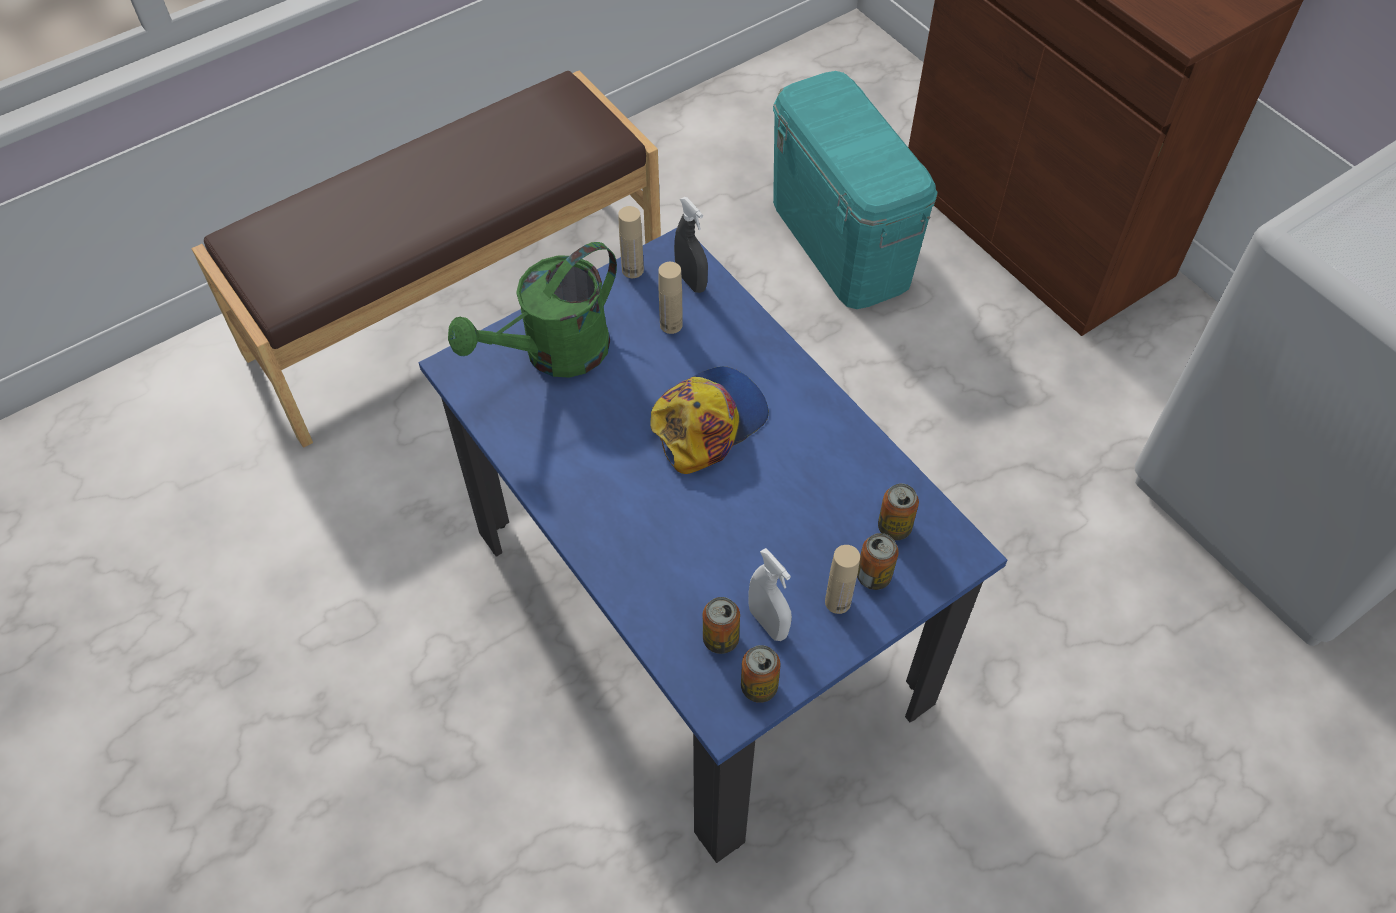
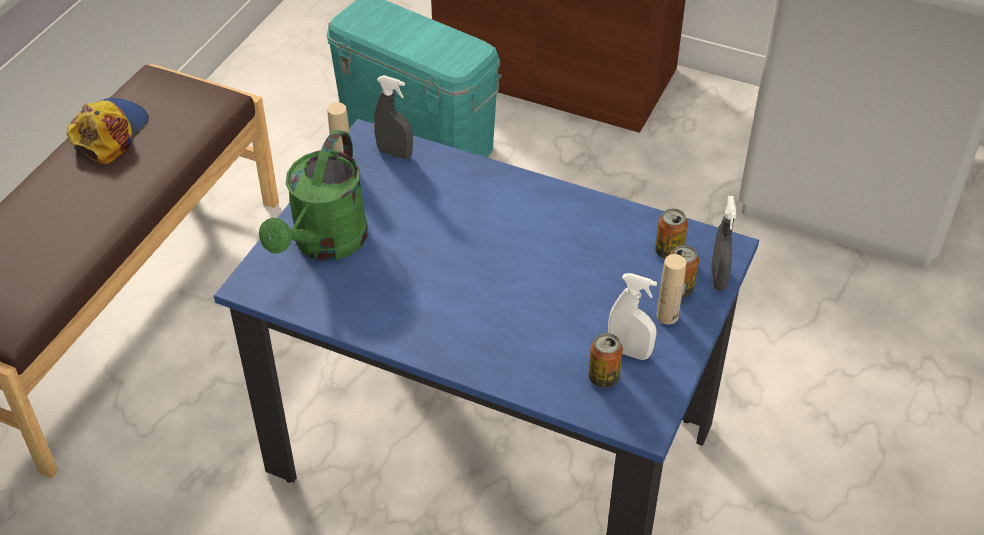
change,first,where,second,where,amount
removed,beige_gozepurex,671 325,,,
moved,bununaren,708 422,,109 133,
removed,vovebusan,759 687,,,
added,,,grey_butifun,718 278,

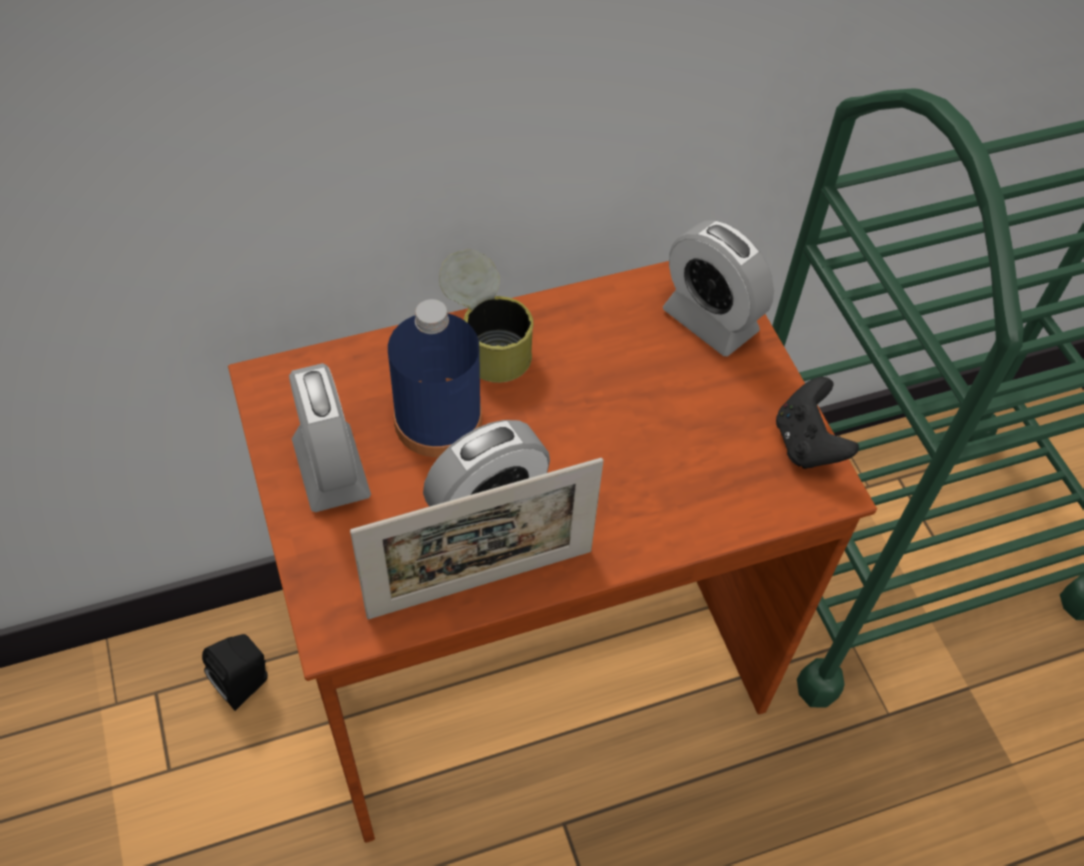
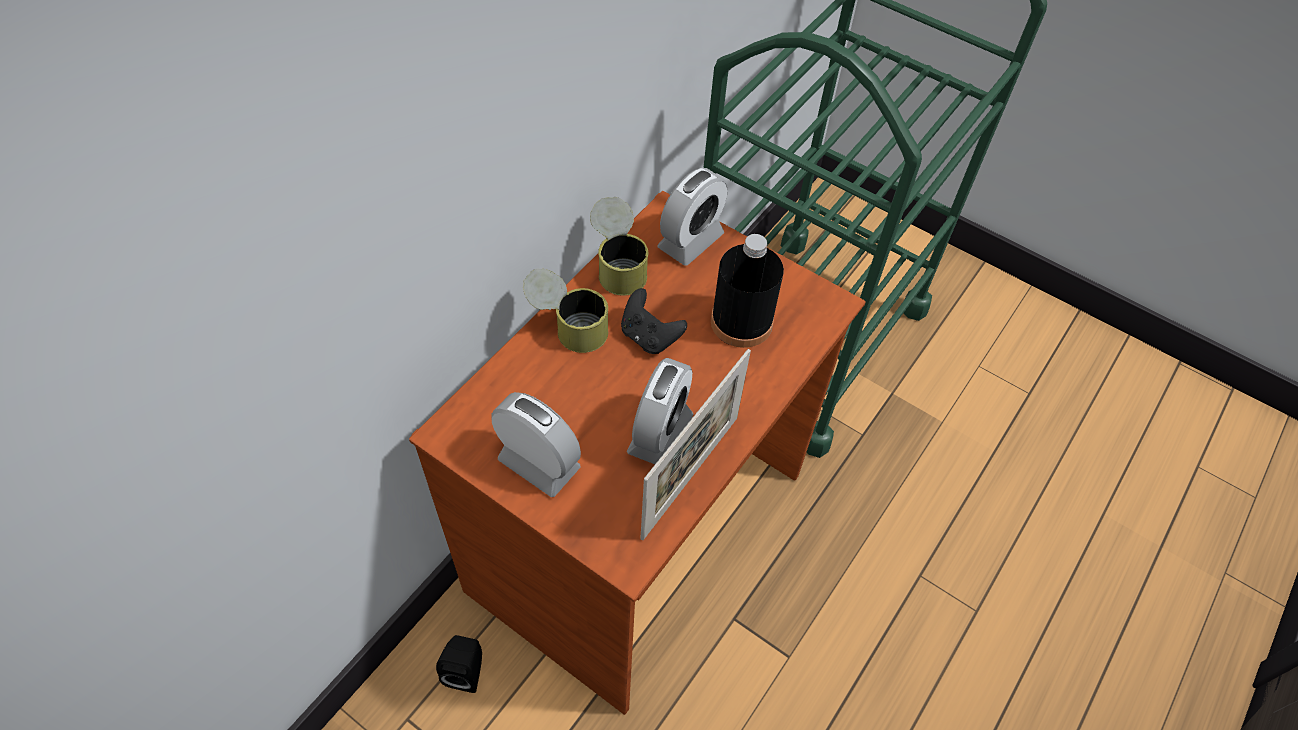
change,first,where,second,where,amount
turned,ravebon,710 321,,690 241,60 degrees counterclockwise
removed,blue_gozepurex,438 420,,,
moved,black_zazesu,807 443,,649 336,
added,,,vovebusan,618 265,
added,,,black_gozepurex,741 322,

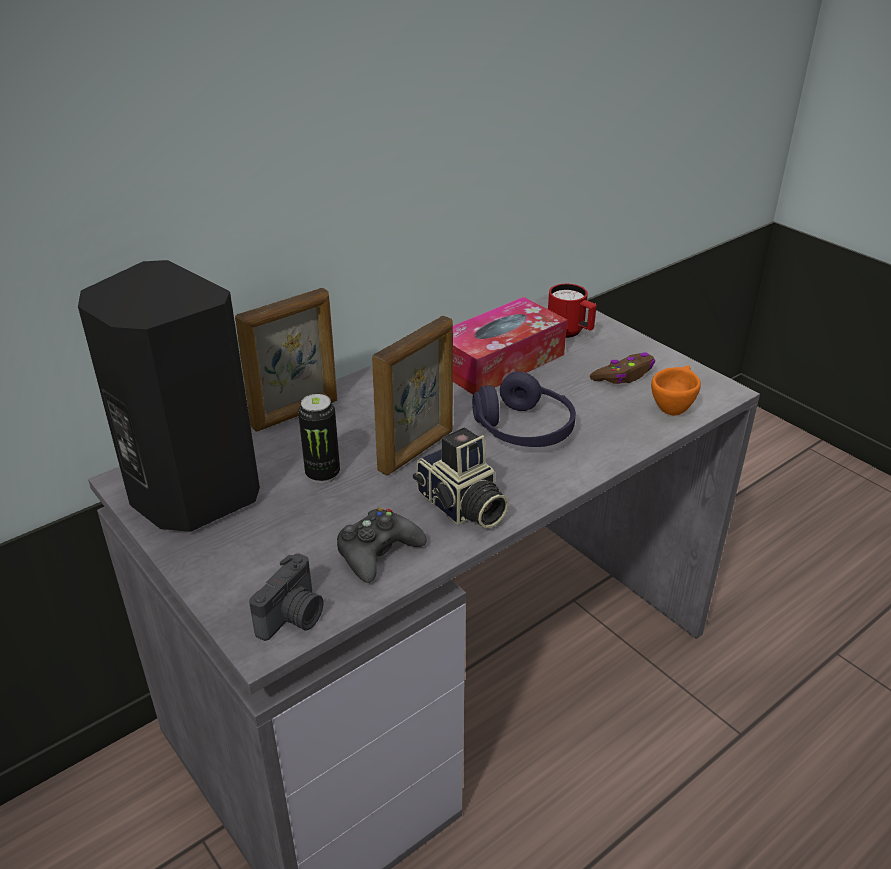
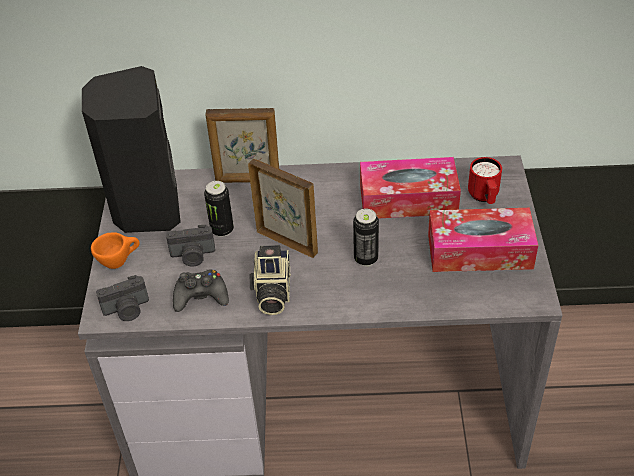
change,first,where,second,where,amount
turned,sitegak,417 451,,287 241,135 degrees counterclockwise
replaced,brown_zazesu,624 376,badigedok,479 251,
moved,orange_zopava,673 407,,119 261,
replaced,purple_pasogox,524 429,vovebusan,366 259,
added,,,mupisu,193 256,

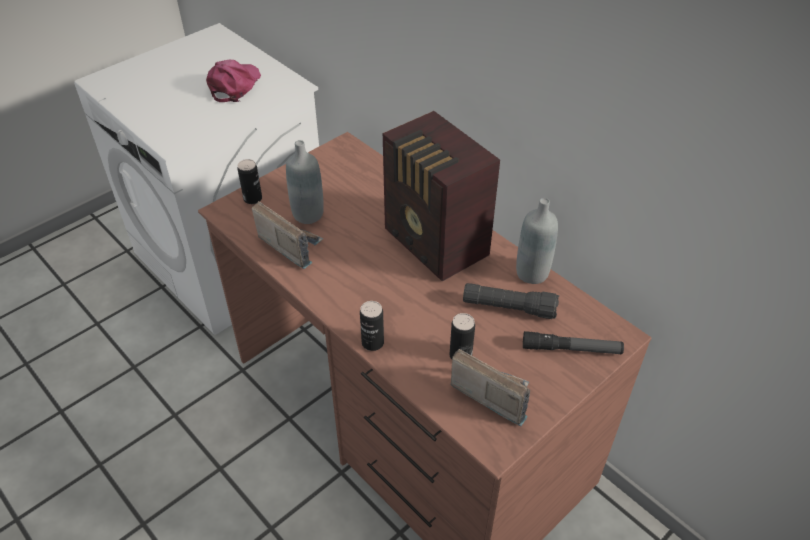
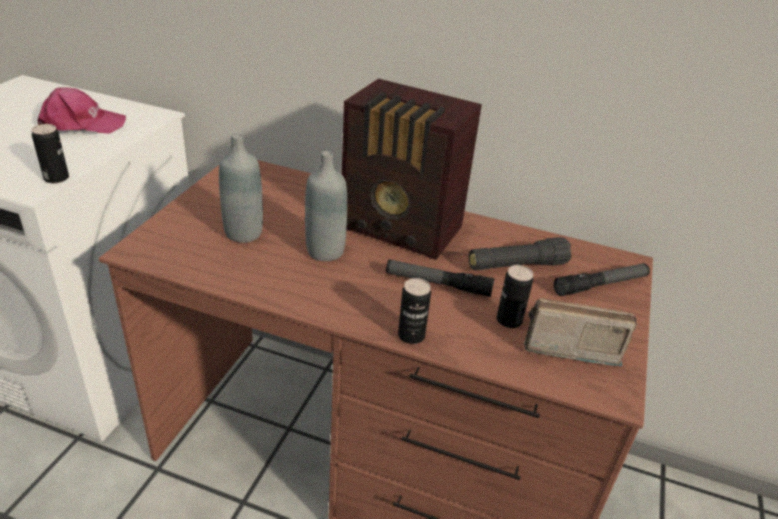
change,first,where,second,where,amount
turned,pink_bununaren,234 85,,81 124,90 degrees clockwise
moved,vovebusan,253 198,,56 178,
moved,grey_gozepurex,532 273,,325 251,
removed,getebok,290 244,,,
added,,,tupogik,438 284,

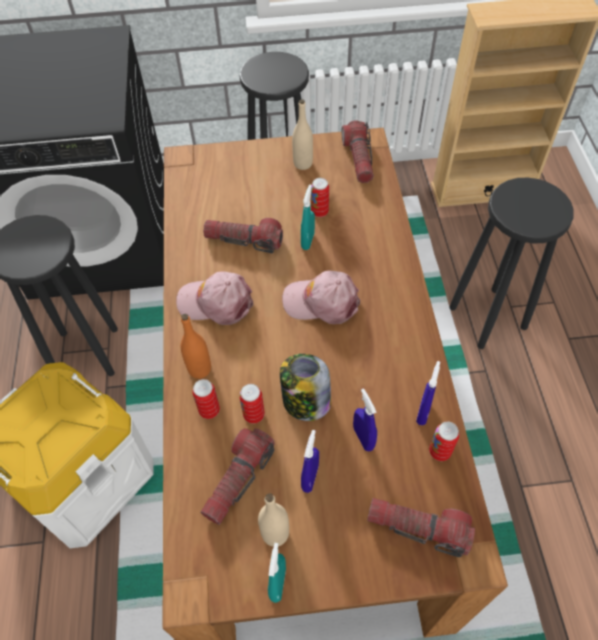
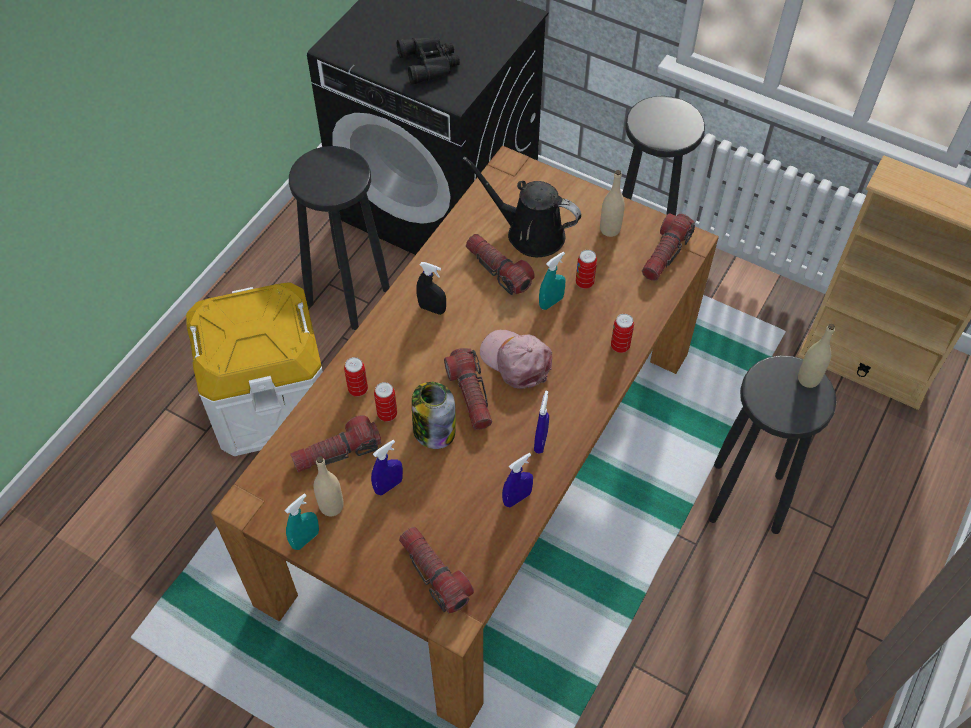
change,first,where,second,where,amount
replaced,pink_bununaren,216 302,black_butifun,432 309,
removed,orange_gozepurex,199 369,,,
moved,blue_butifun,363 438,,540 442,
moved,vovebusan,439 451,,620 346,
added,,,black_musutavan,430 63,
added,,,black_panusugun,530 233,
added,,,beige_gozepurex,808 379,
added,,,tupogik,470 395,

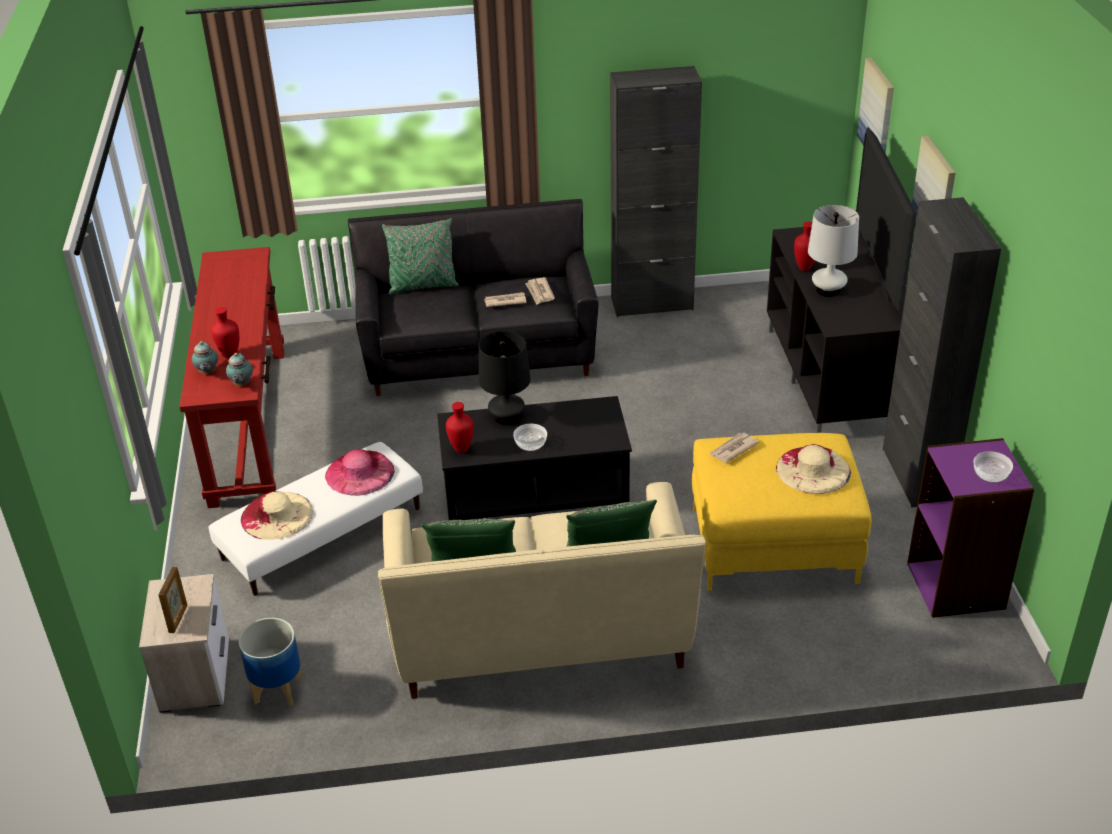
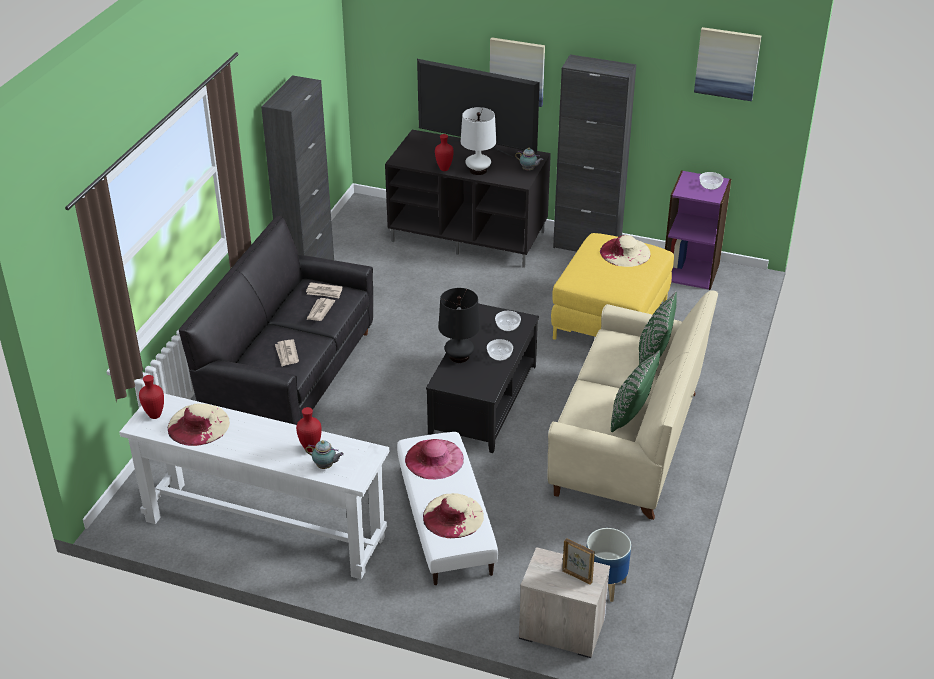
change,first,where,second,where,amount
moved,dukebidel,877 112,,727 63,
removed,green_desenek,423 286,,,
recoloured,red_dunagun,249 424,white_dunagun,264 528,
moved,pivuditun,241 384,,529 170,
moved,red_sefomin,461 449,,154 415,
moved,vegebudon,733 449,,287 354,
added,,,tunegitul,508 326,
added,,,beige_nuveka,198 424,

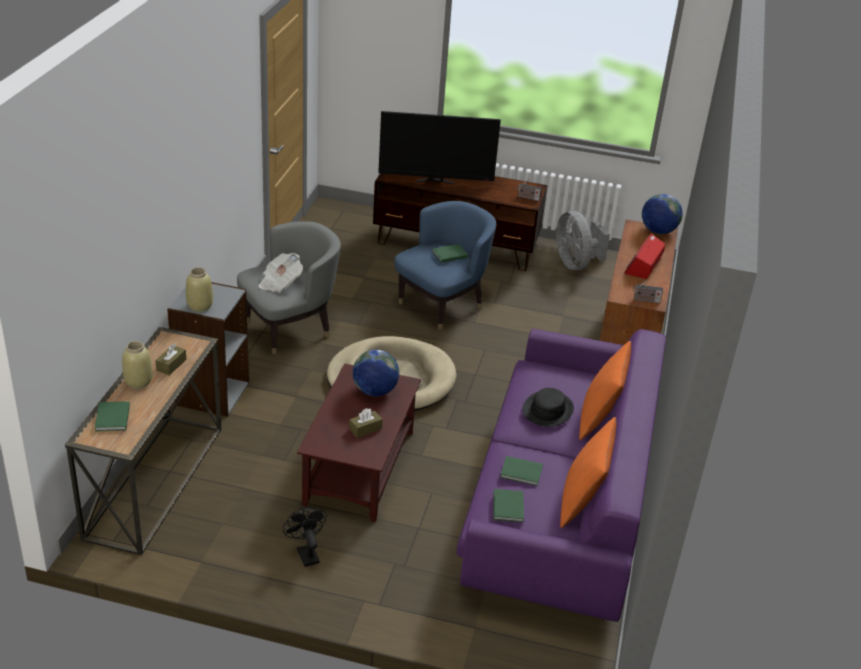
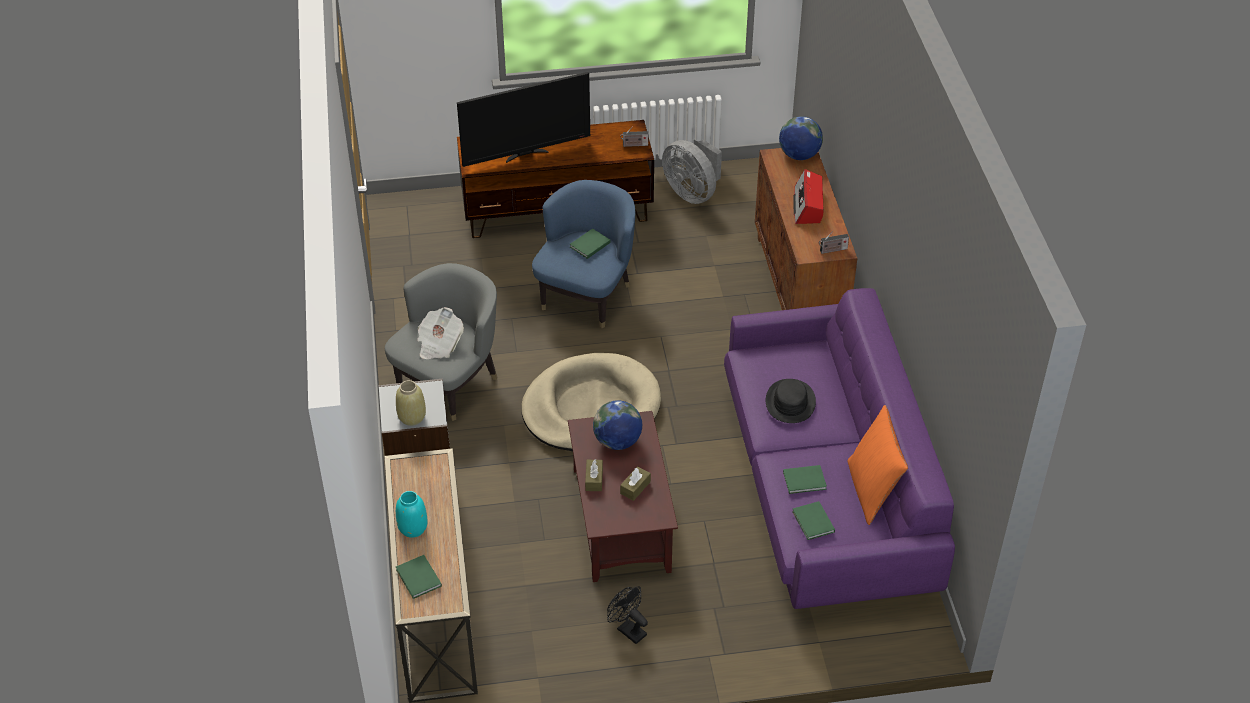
change,first,where,second,where,amount
recoloured,beige_sefomin,139 382,turquoise_sefomin,413 528,
removed,orange_desenek,599 419,,,
moved,brown_badigedok,171 365,,594 479,

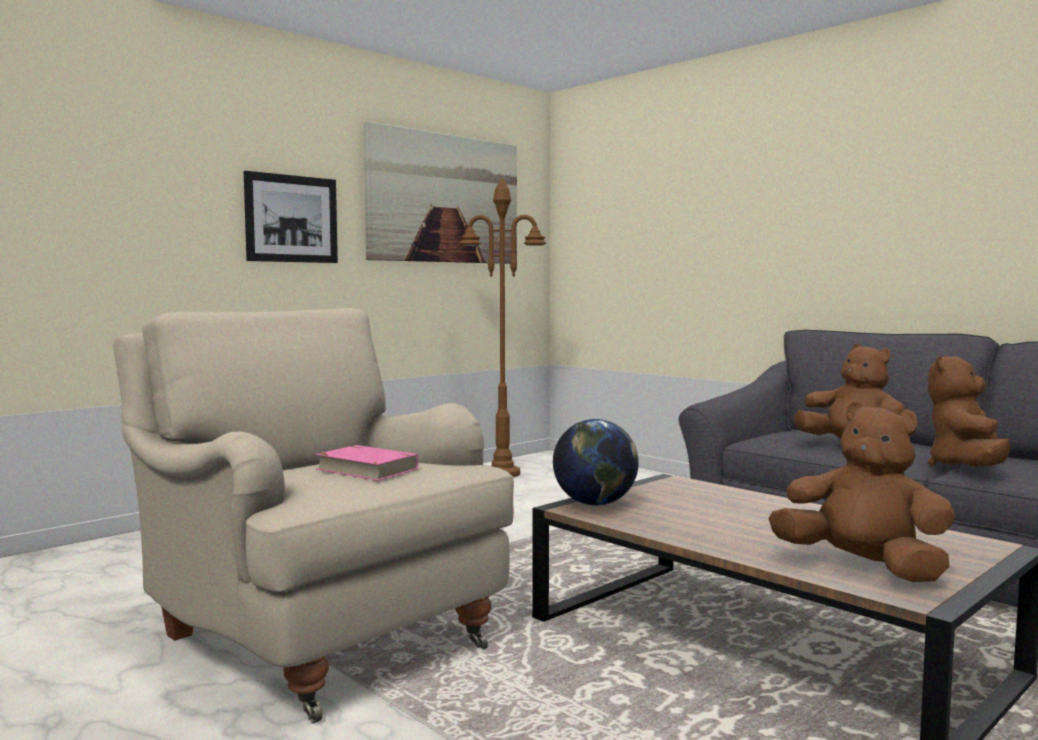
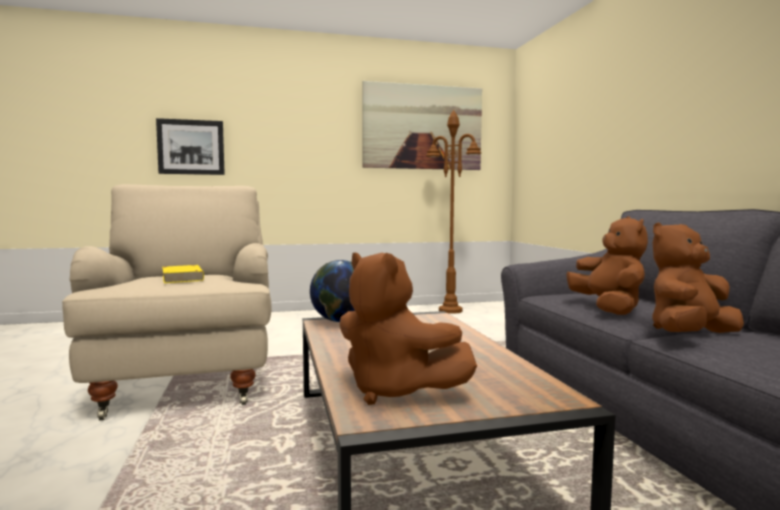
change,first,where,second,where,amount
moved,dukebidel,291 219,,191 147,
turned,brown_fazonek,862 567,,395 391,150 degrees clockwise
recoloured,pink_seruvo,367 469,yellow_seruvo,183 278,

